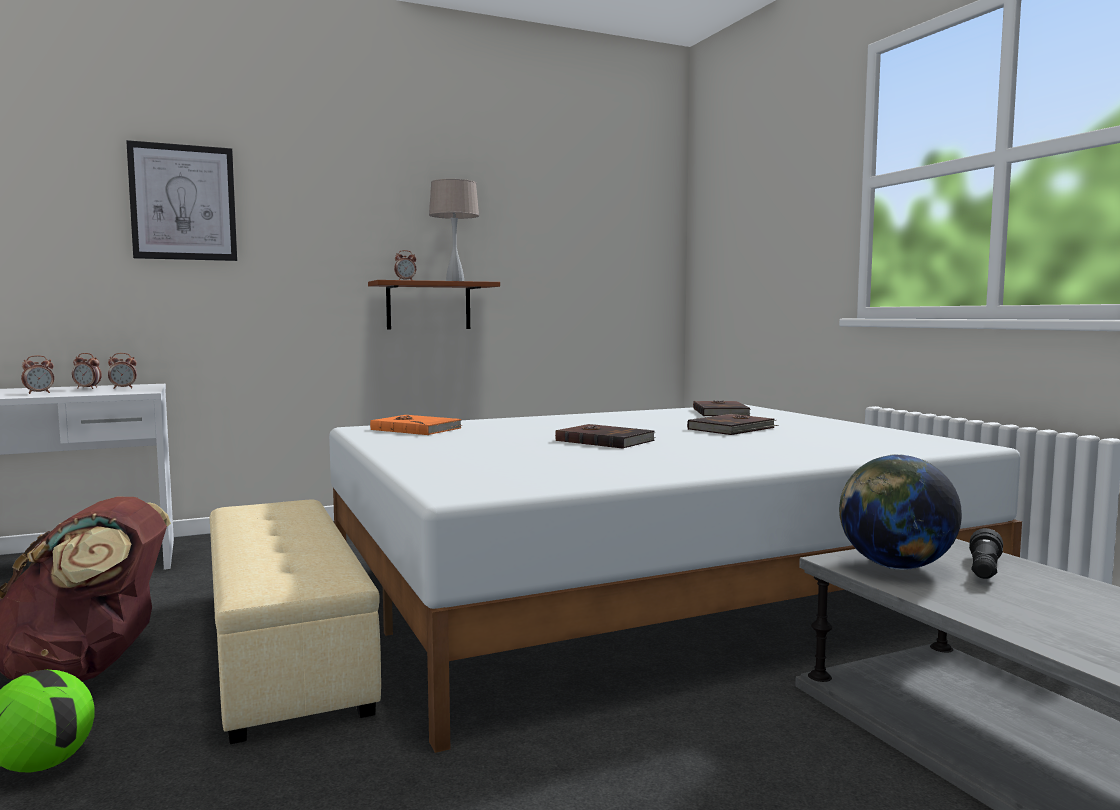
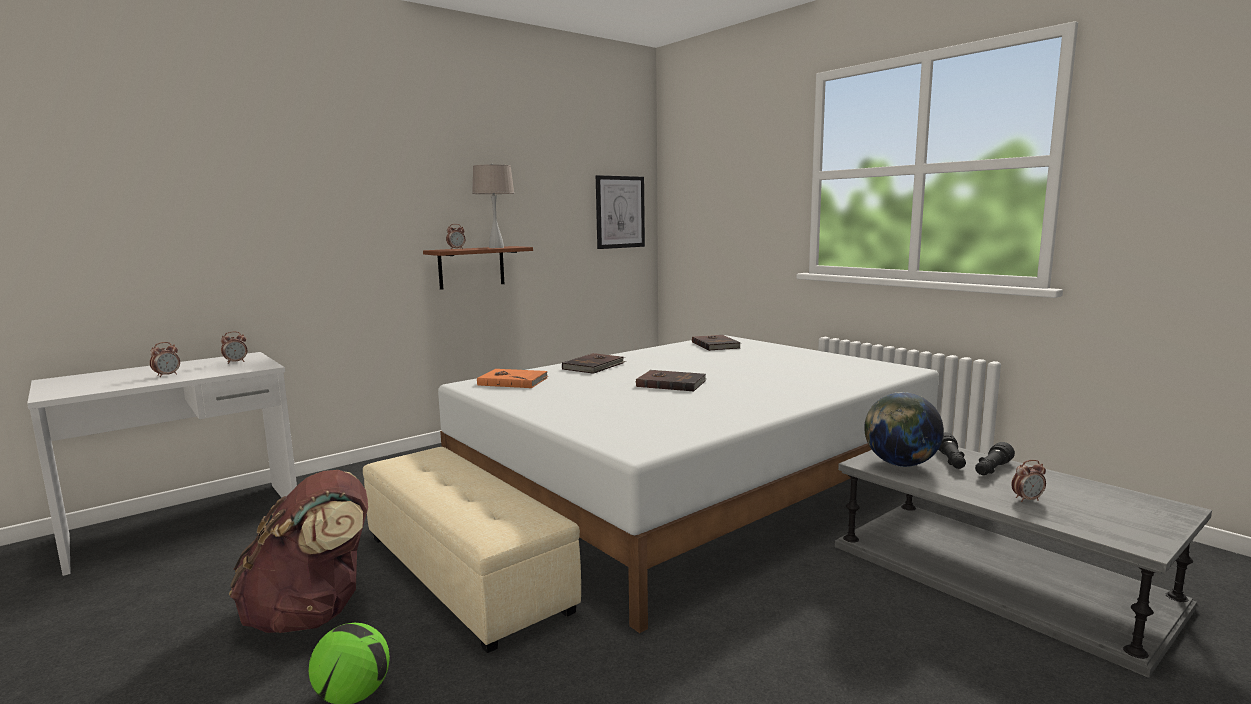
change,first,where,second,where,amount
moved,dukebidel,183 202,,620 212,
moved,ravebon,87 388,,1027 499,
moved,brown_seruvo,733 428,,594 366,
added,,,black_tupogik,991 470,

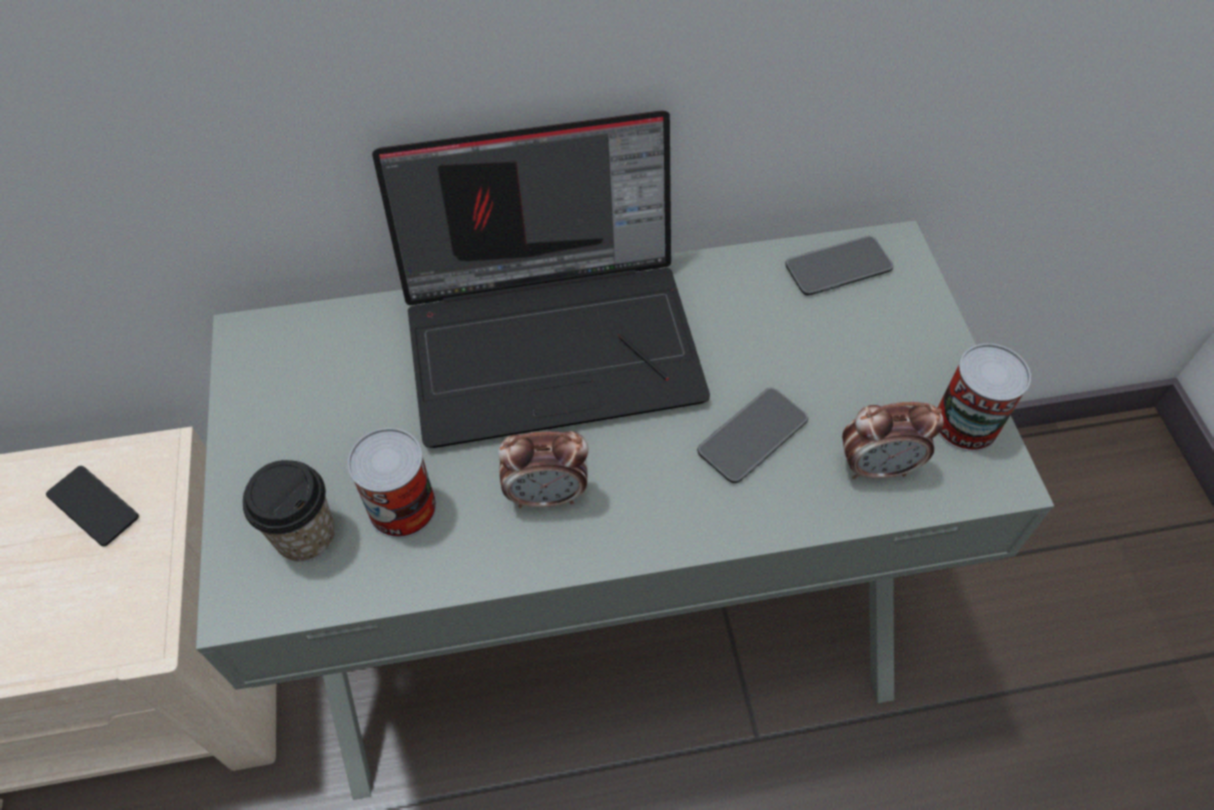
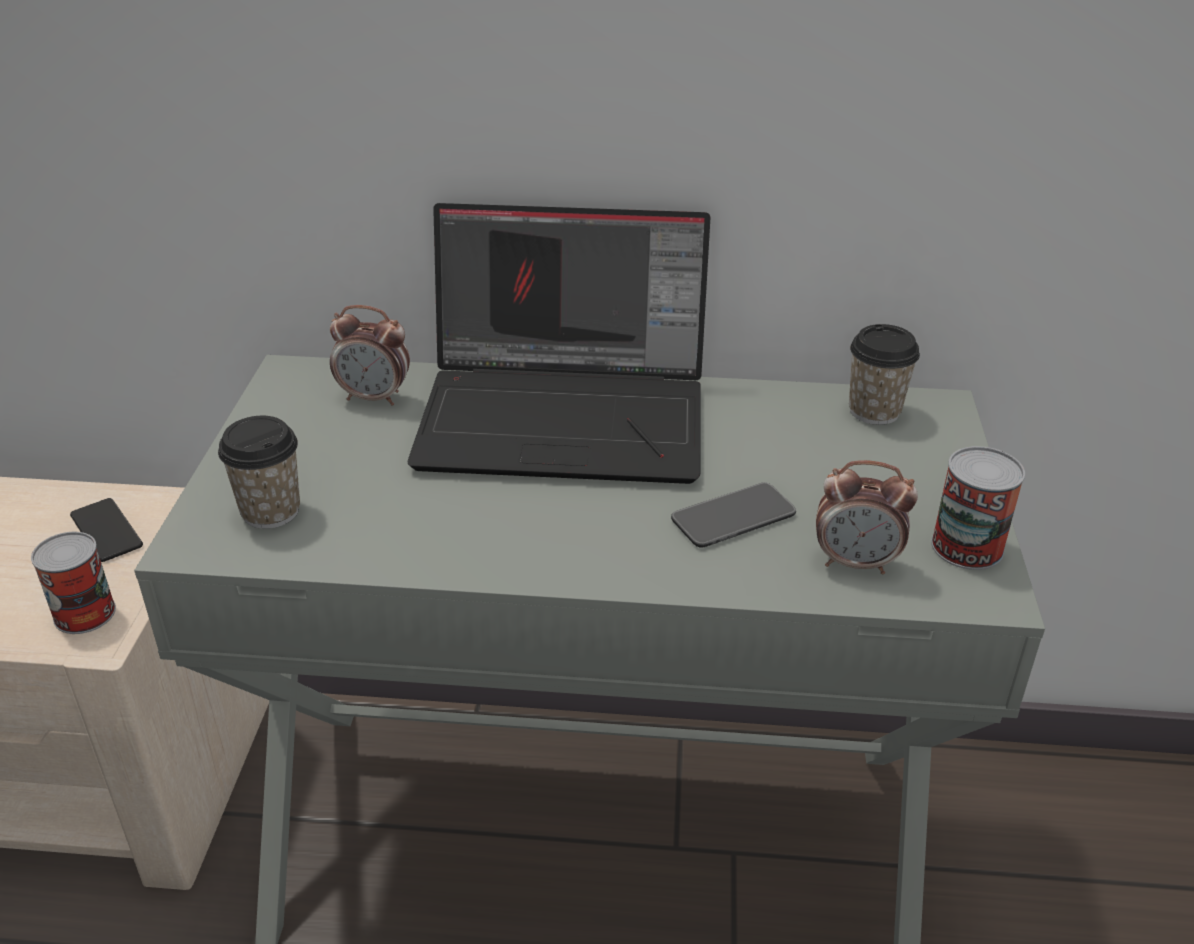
change,first,where,second,where,amount
replaced,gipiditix,838 267,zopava,874 411,
moved,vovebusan,402 507,,84 613,
moved,ravebon,546 495,,375 397,

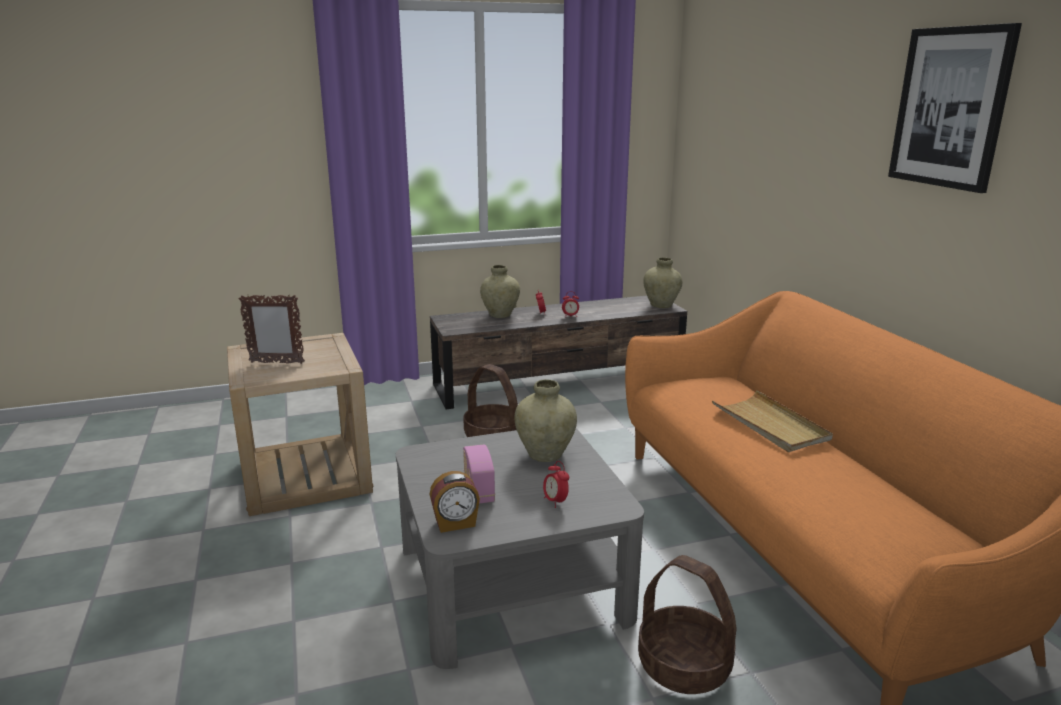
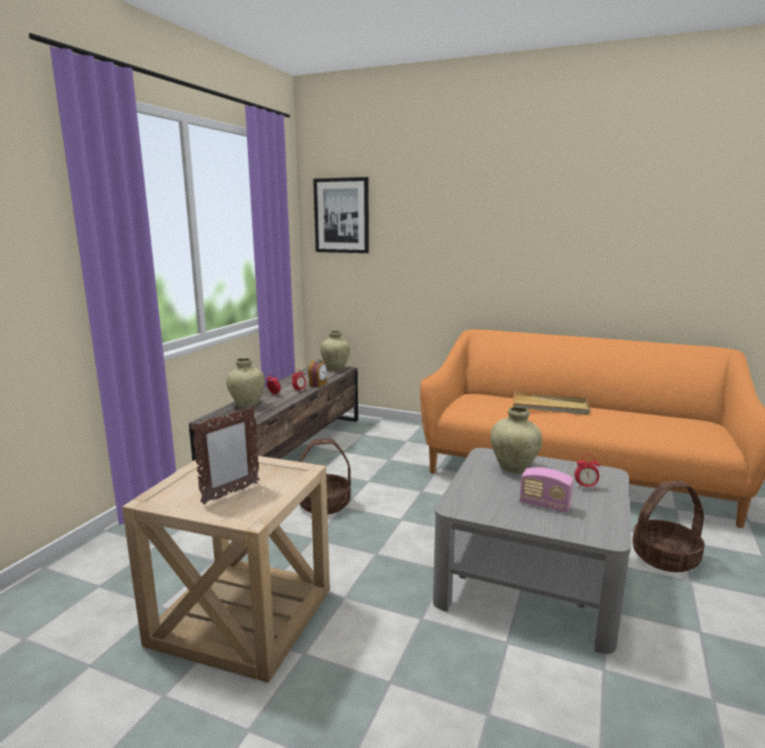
change,first,where,second,where,amount
moved,dukebidel,950 108,,341 215,
moved,ravebon,455 524,,318 384,

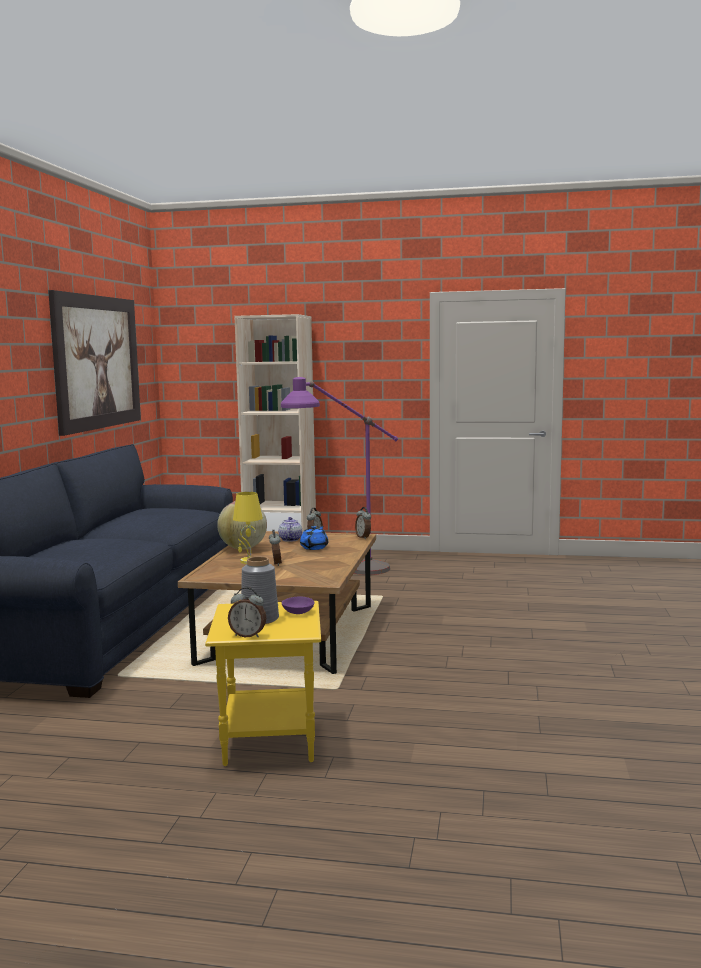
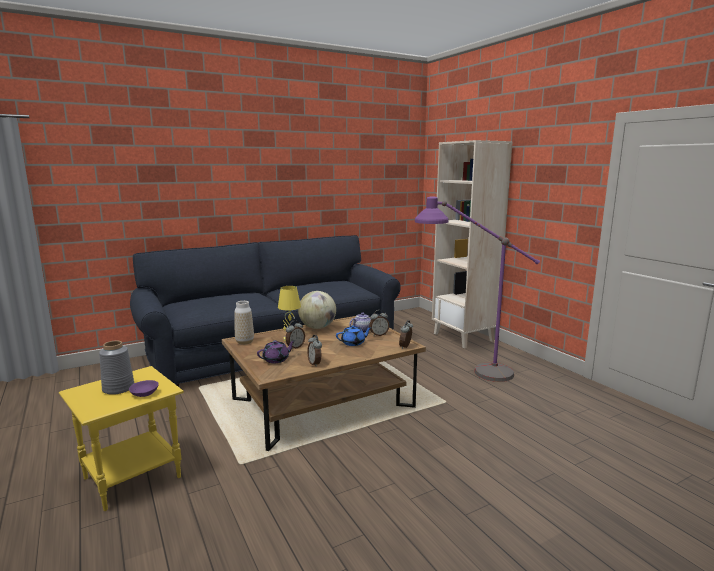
change,first,where,second,where,amount
removed,dukebidel,97 362,,,
moved,ravebon,248 635,,315 363,
added,,,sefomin,244 342,
added,,,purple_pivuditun,276 360,

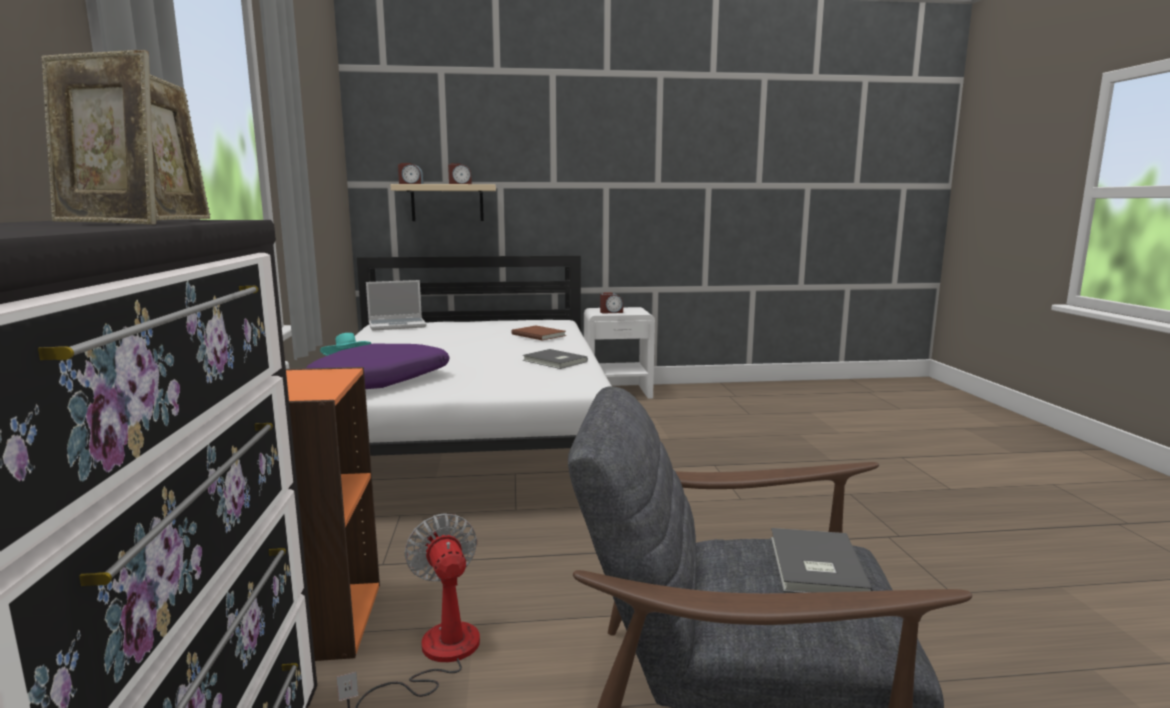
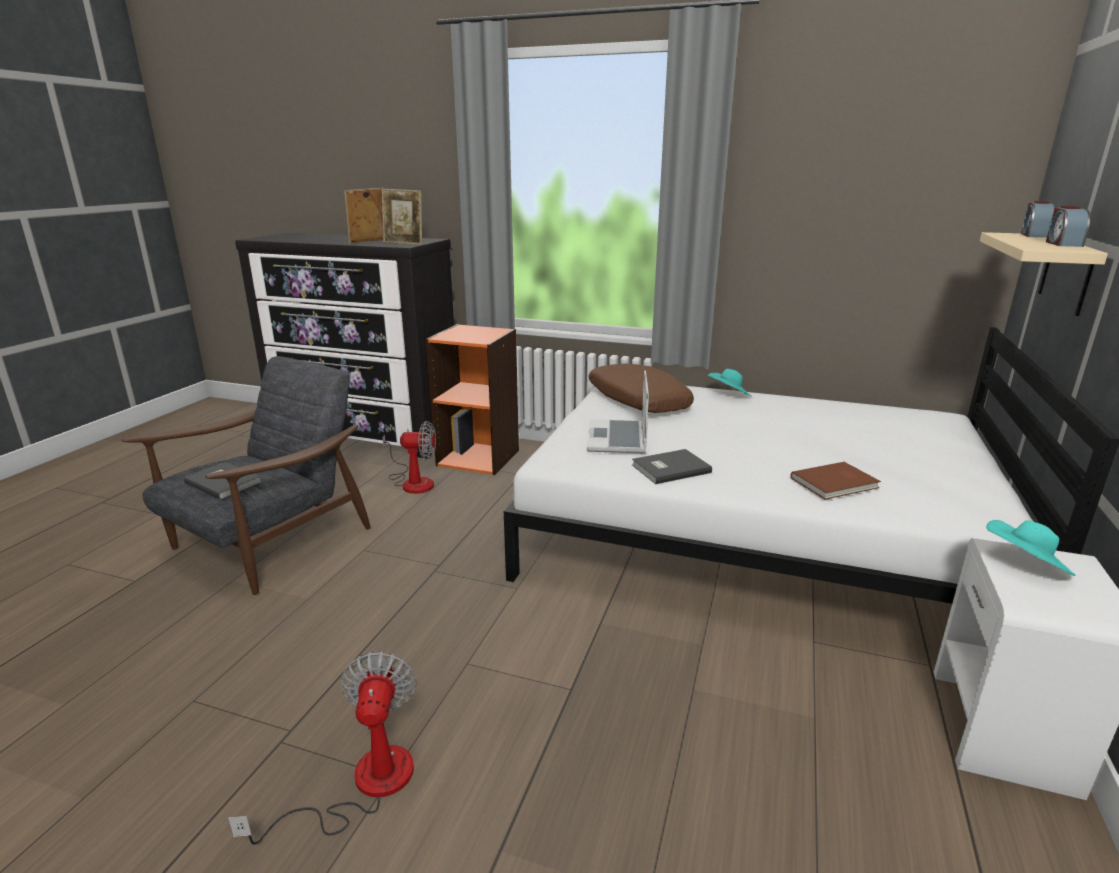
change,first,where,second,where,amount
moved,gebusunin,398 325,,618 439,
replaced,ravebon,611 312,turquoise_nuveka,1025 566,
recoloured,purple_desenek,380 382,brown_desenek,637 400,
added,,,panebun,363 785,

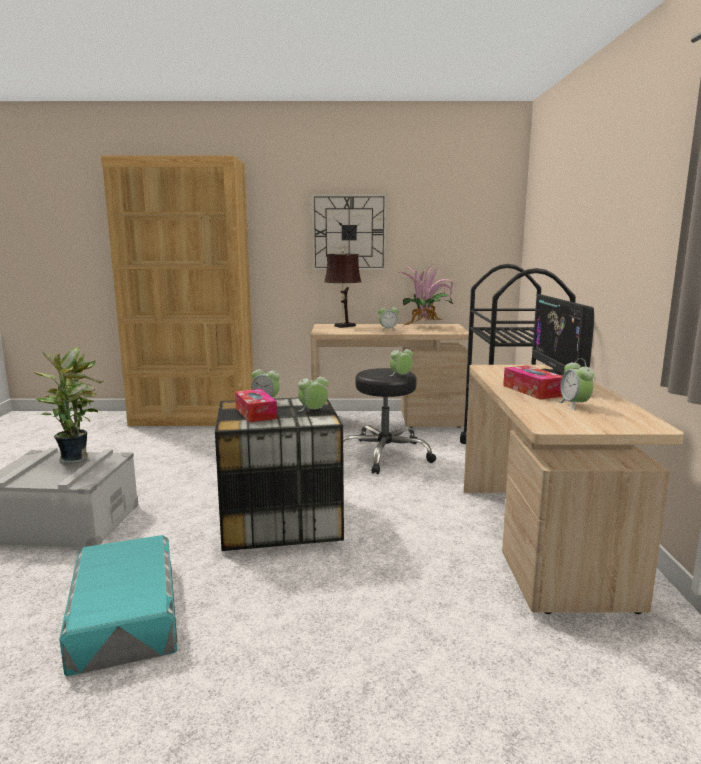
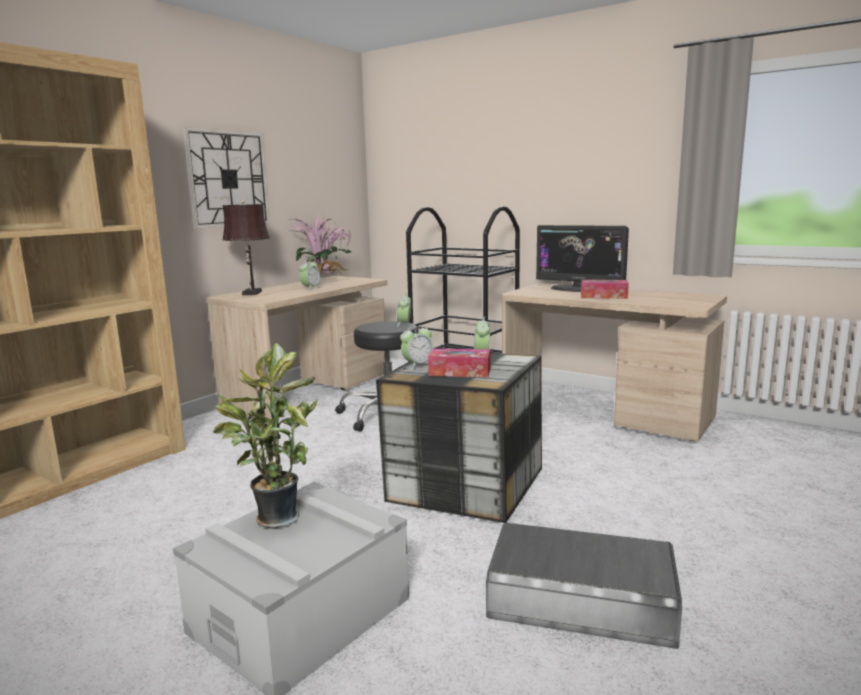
change,first,where,second,where,amount
removed,ravebon,574 405,,,
recoloured,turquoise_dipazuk,124 613,grey_dipazuk,580 598,

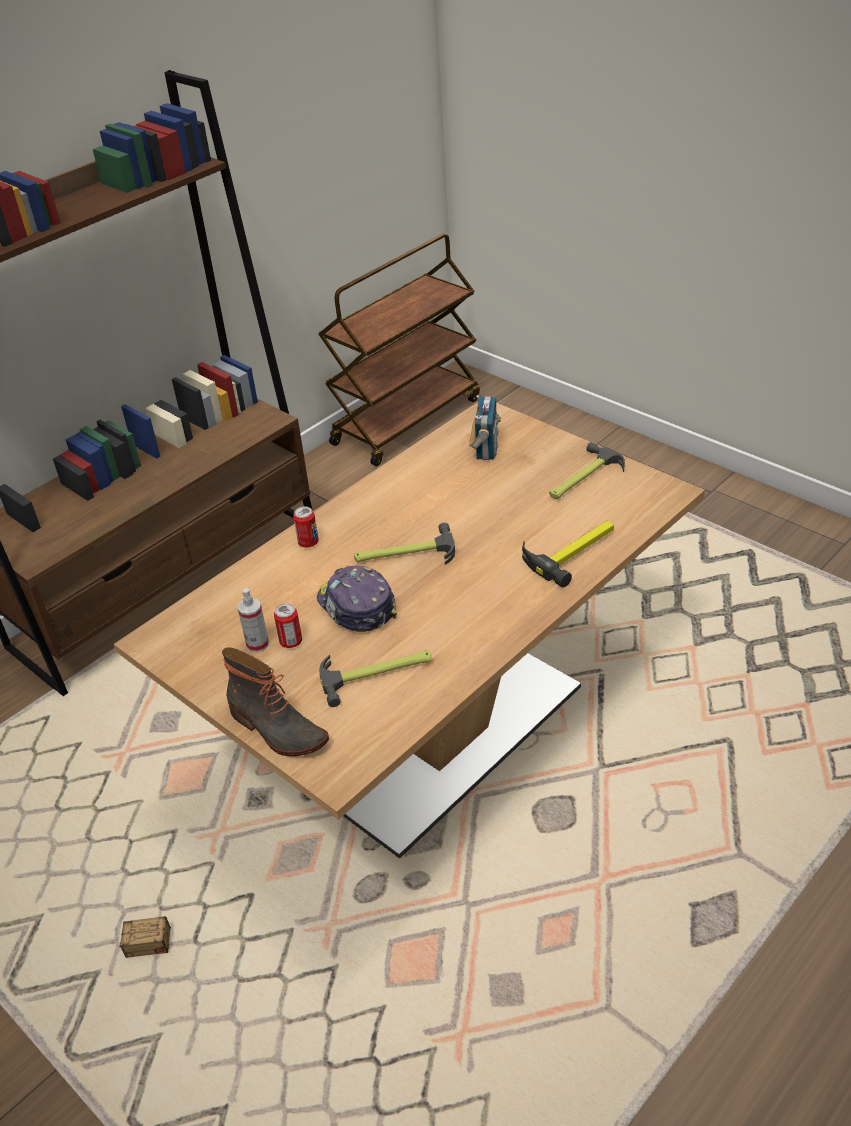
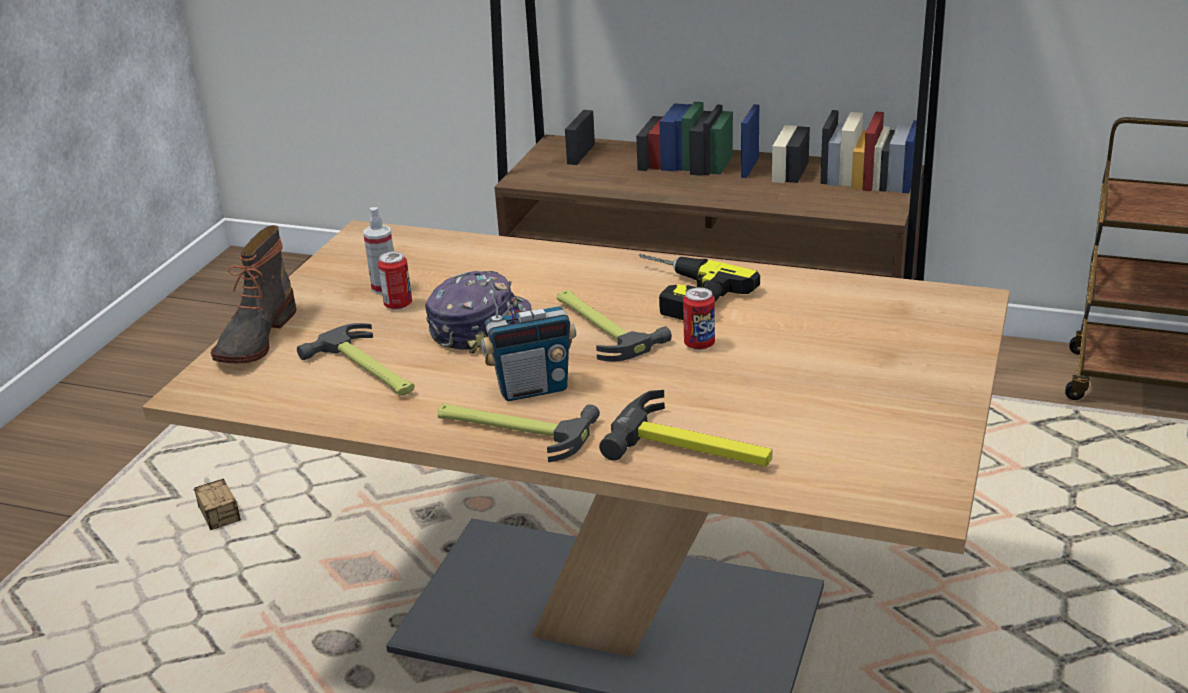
change,first,where,second,where,amount
moved,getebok,485 450,,532 389,
moved,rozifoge,582 478,,511 429,
moved,vovebusan,308 543,,699 344,
added,,,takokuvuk,679 294,

